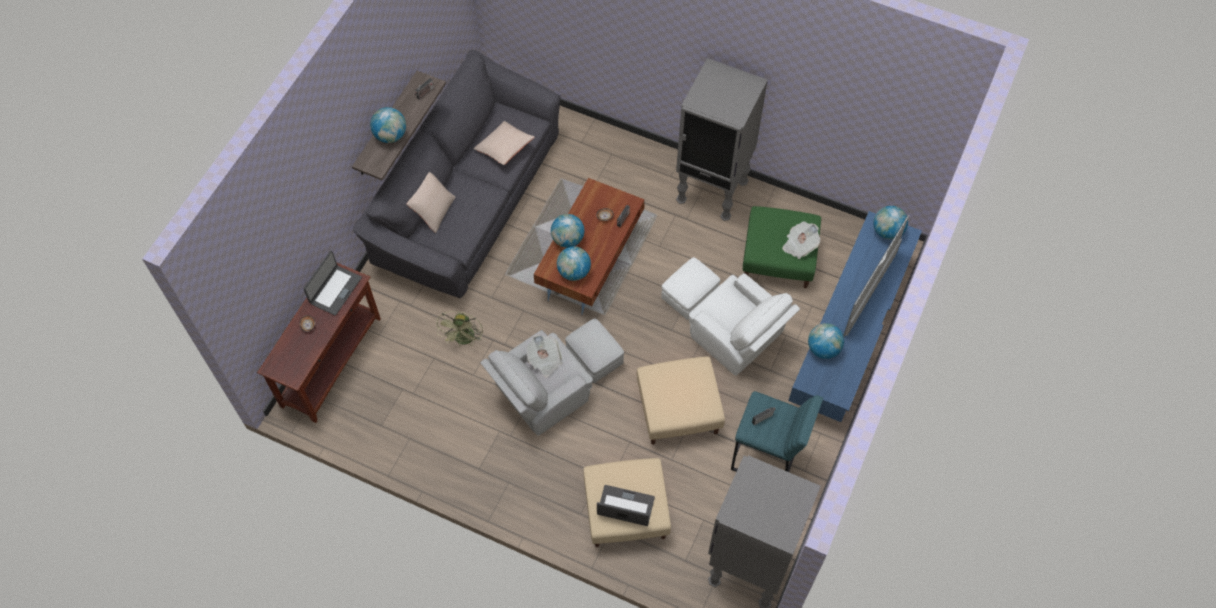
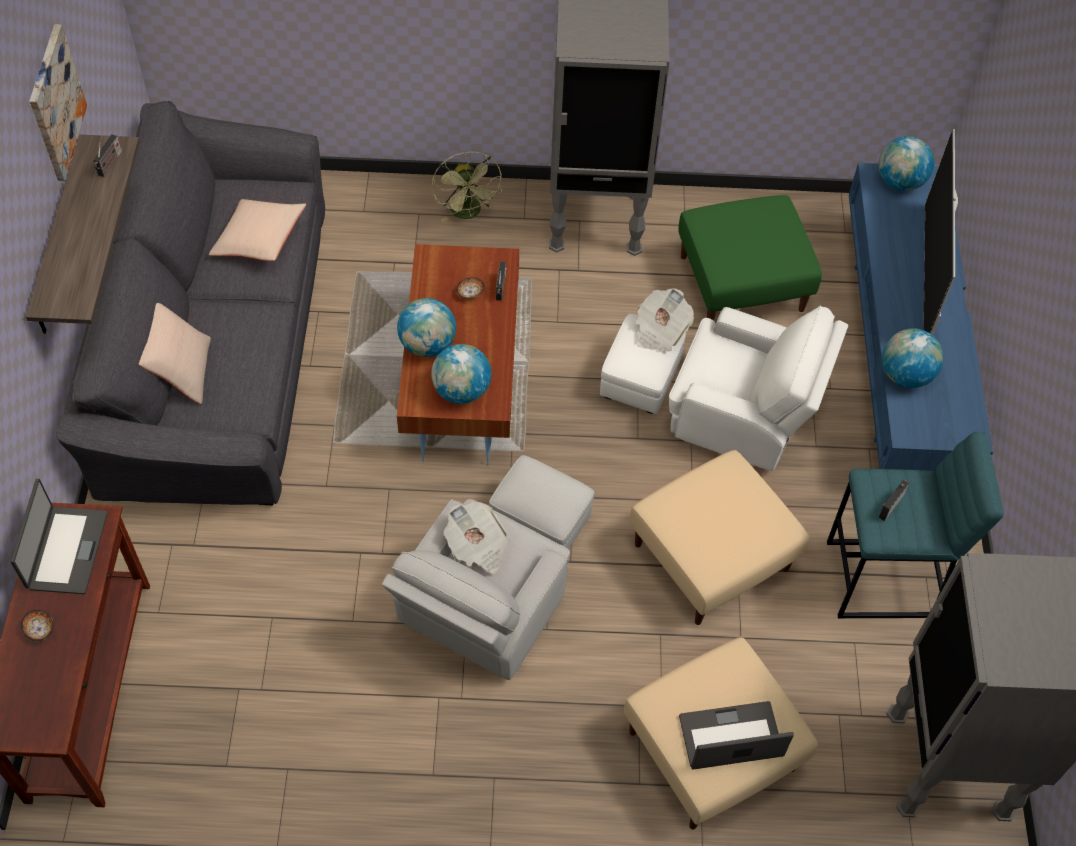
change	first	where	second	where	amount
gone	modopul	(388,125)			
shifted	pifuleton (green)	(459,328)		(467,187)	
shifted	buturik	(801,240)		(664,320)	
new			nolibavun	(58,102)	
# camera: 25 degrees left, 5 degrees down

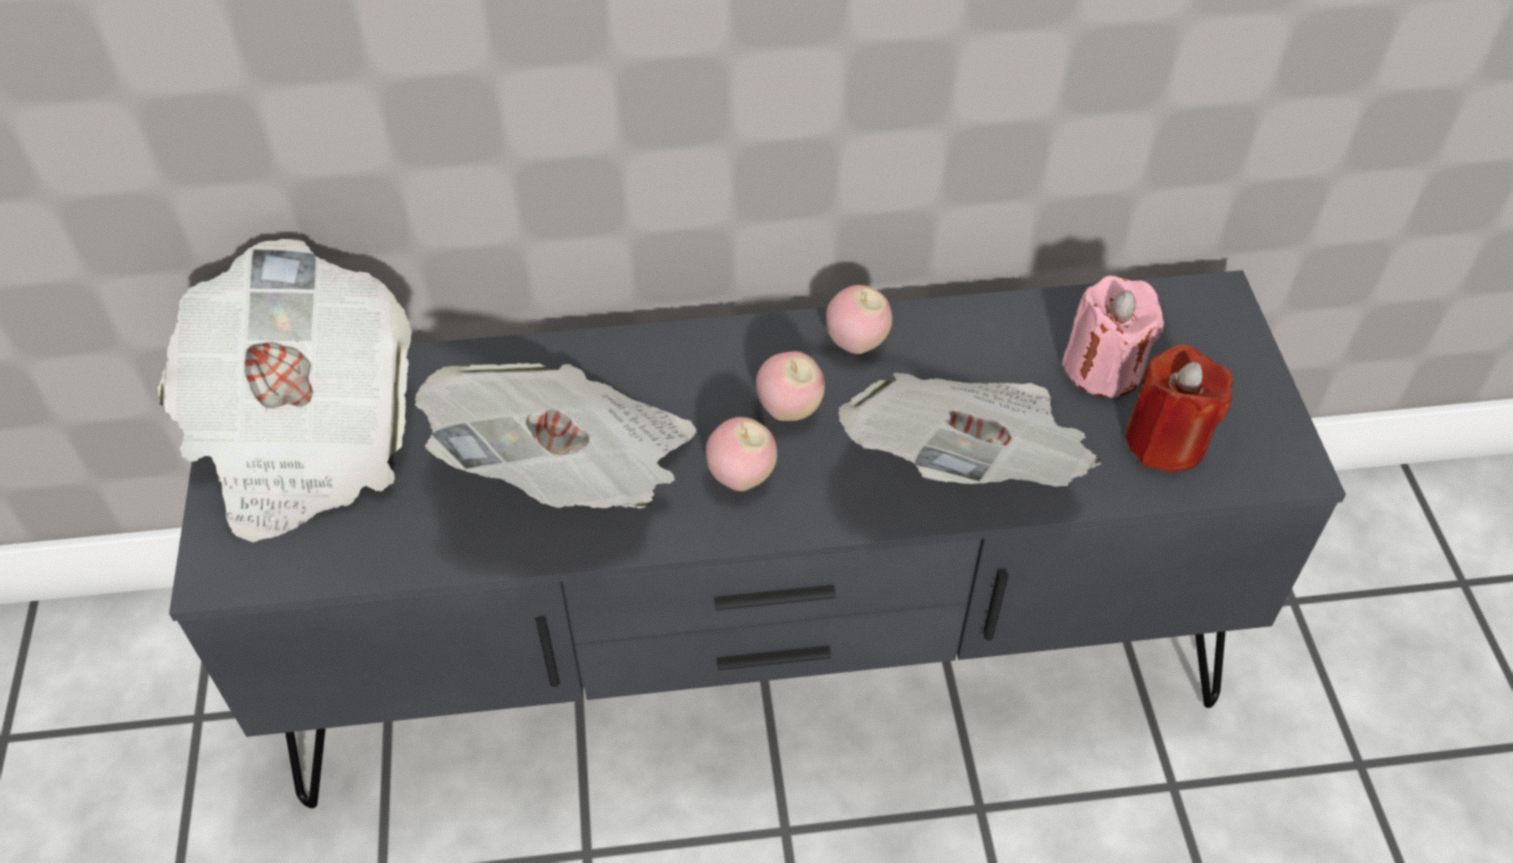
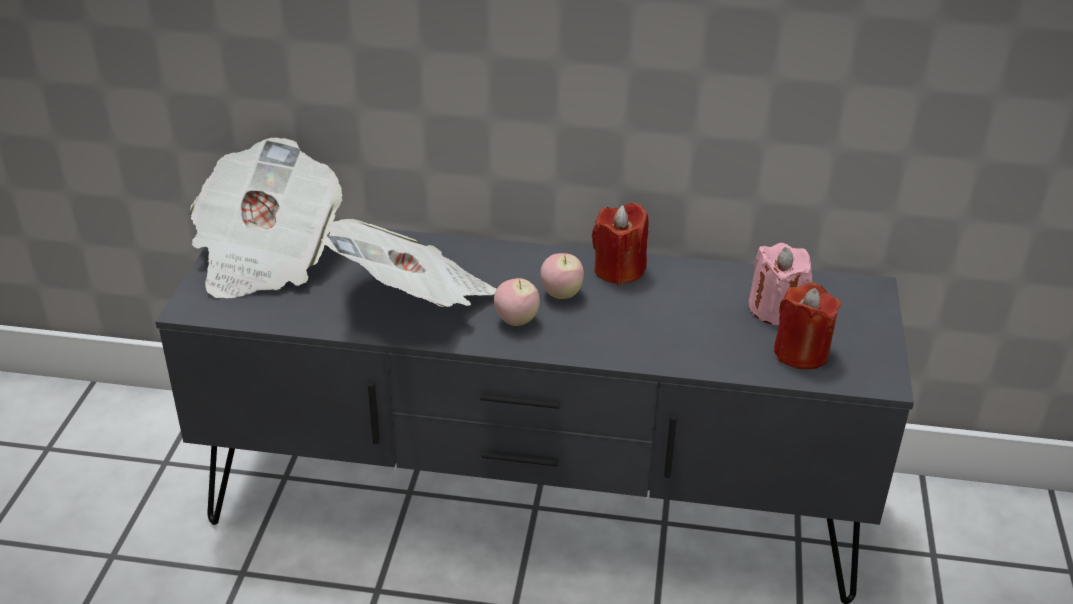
change	first	where	second	where	amount
swapped	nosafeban	(859,319)	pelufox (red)	(620,244)	
gone	buturik	(969,429)			
# camera: 15 degrees right, 15 degrees down

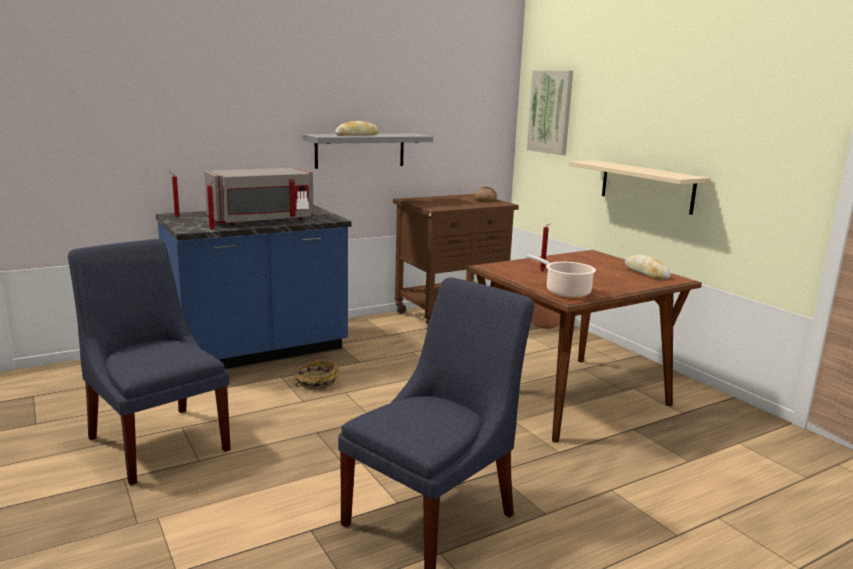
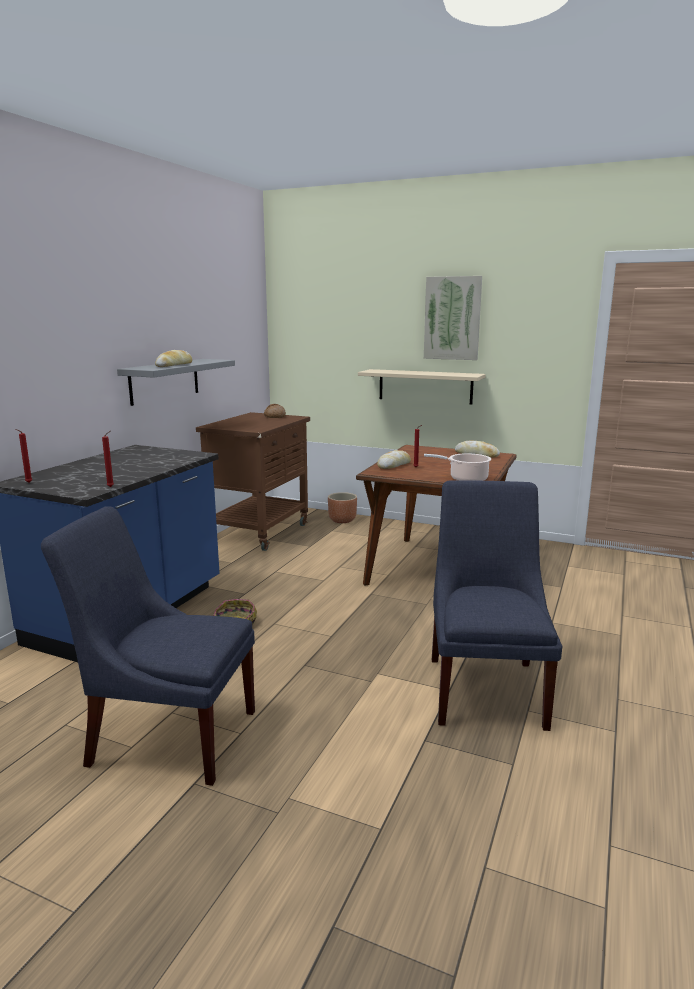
change	first	where	second	where	amount
gone	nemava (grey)	(259,196)			
shifted	nolibavun	(550,112)		(453,318)	
new			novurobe	(394,459)	
# camera: 35 degrees left, 0 degrees up

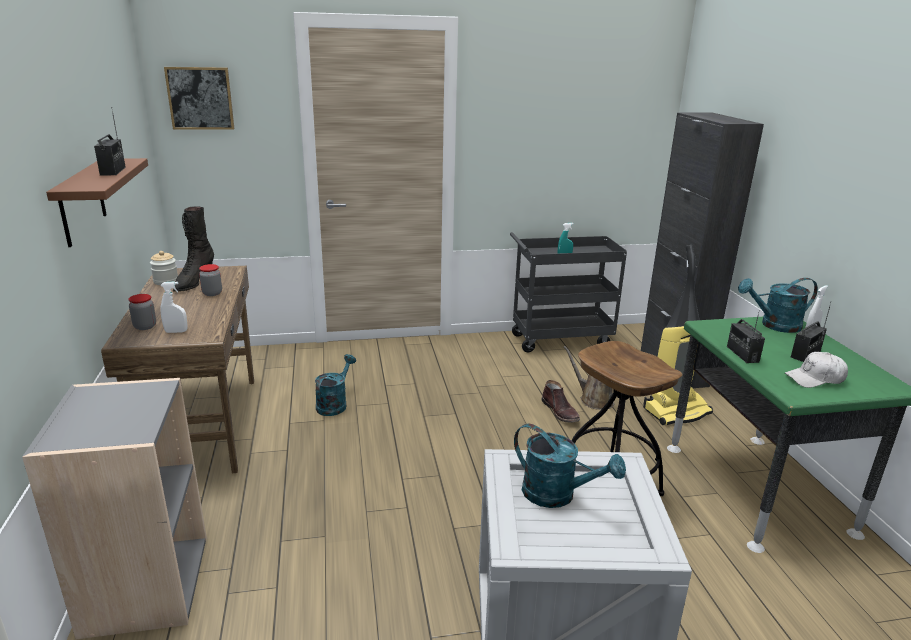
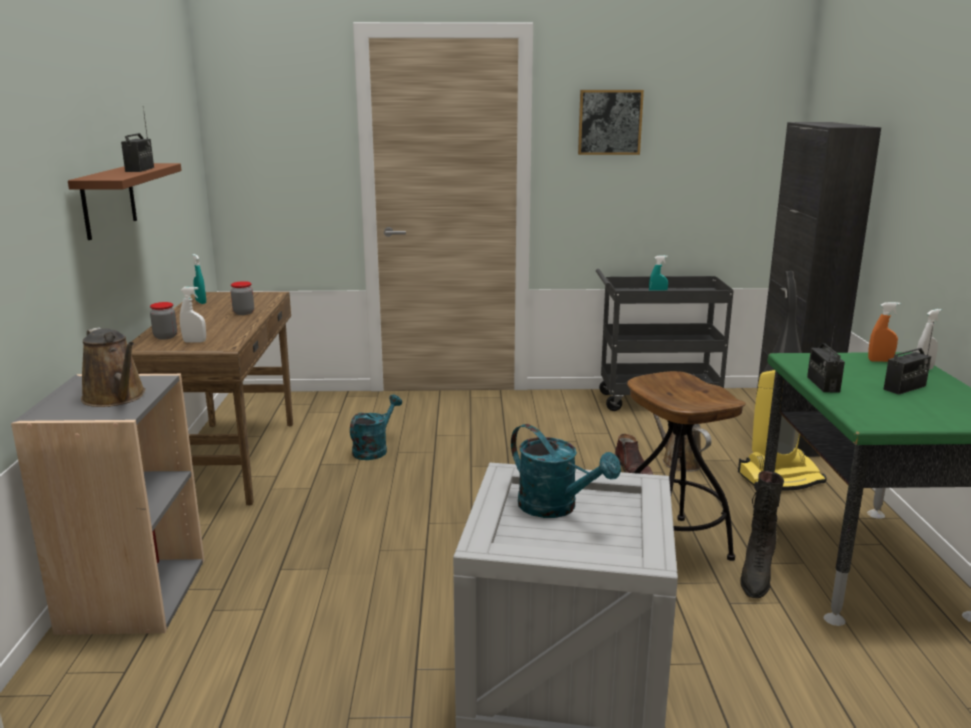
change	first	where	second	where	amount
swapped	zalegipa	(164,268)	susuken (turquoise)	(199,279)	
shifted	nolibavun	(199,98)		(611,122)	
shifted	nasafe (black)	(193,249)		(762,534)	
swapped	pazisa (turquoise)	(778,305)	susuken (orange)	(884,332)	
gone	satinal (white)	(816,370)			
new			pazisa (brown)	(113,367)	
# camera: 10 degrees right, 5 degrees down

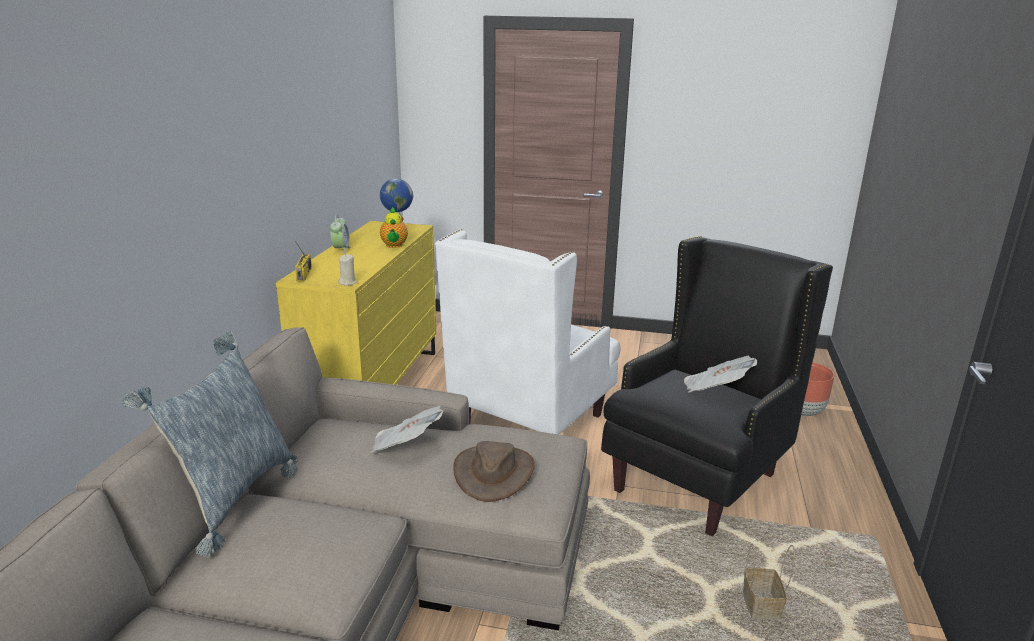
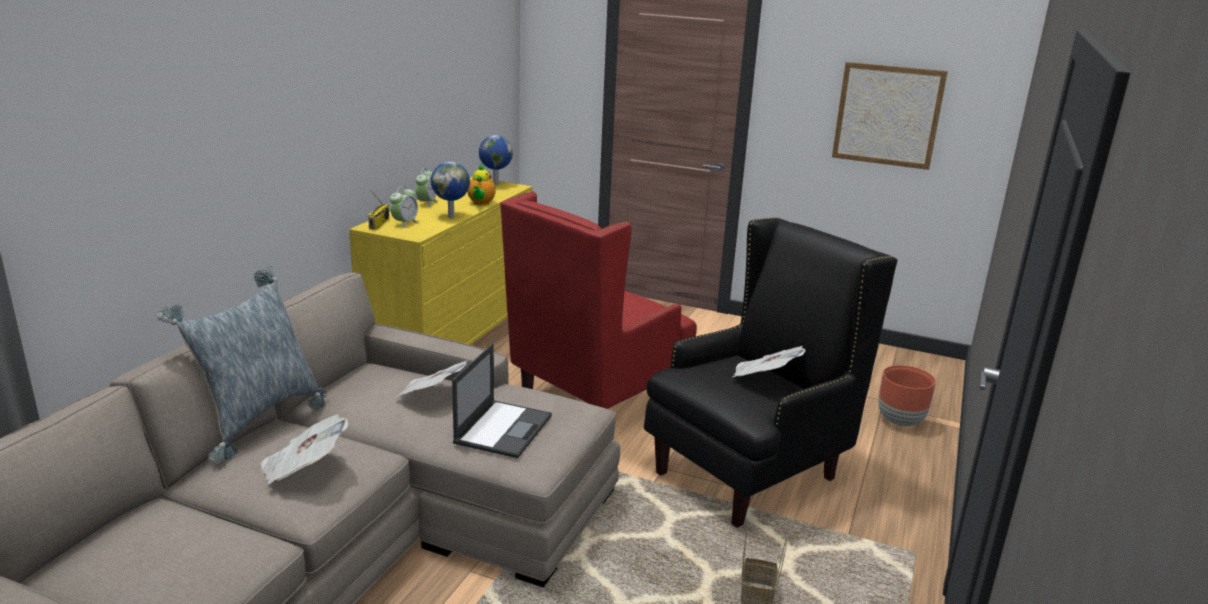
change	first	where	second	where	amount
gone	pelufox (beige)	(347,270)			
repainted	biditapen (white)	(527,332)	biditapen (red)	(598,300)	
swapped	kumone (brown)	(494,471)	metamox	(502,400)	
new			buturik	(304,449)	
new			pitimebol	(404,207)	
new			modopul	(450,190)	
new			nolibavun	(890,116)	
# camera: 10 degrees right, 0 degrees up

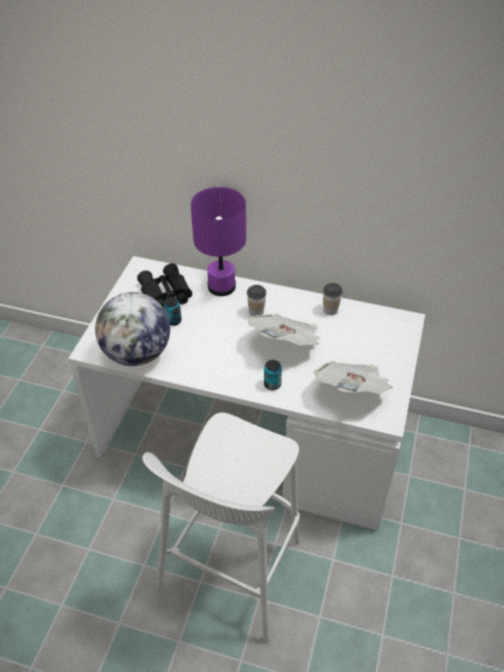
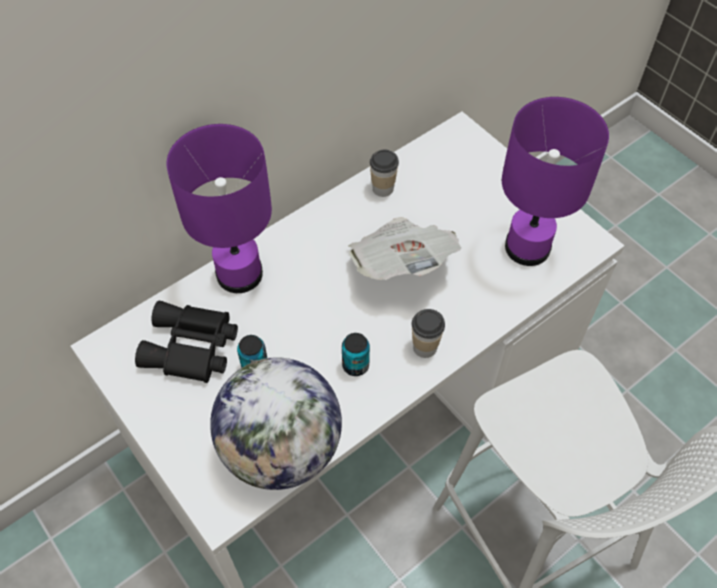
change	first	where	second	where	amount
shifted	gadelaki	(256,300)		(428,333)	
shifted	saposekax	(273,375)		(356,354)	
swapped	buturik	(353,377)	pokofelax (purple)	(555,181)	
# camera: 55 degrees left, 10 degrees up

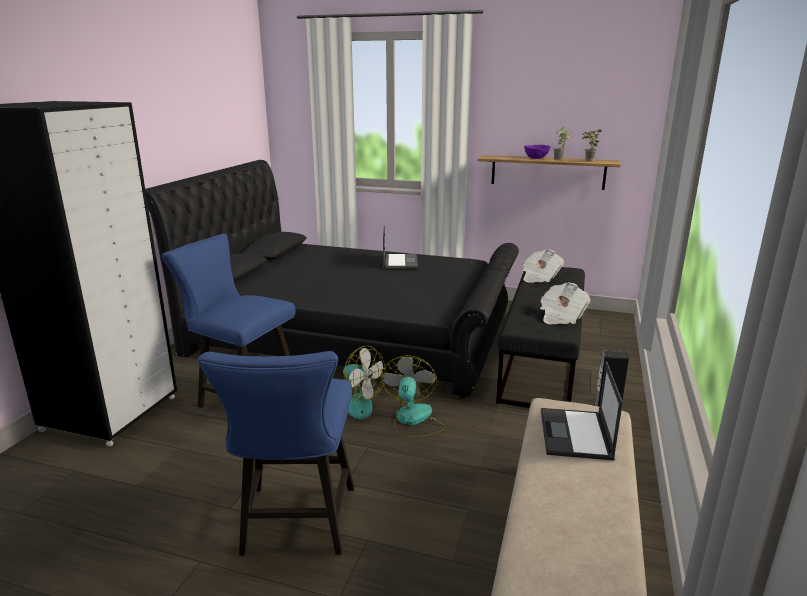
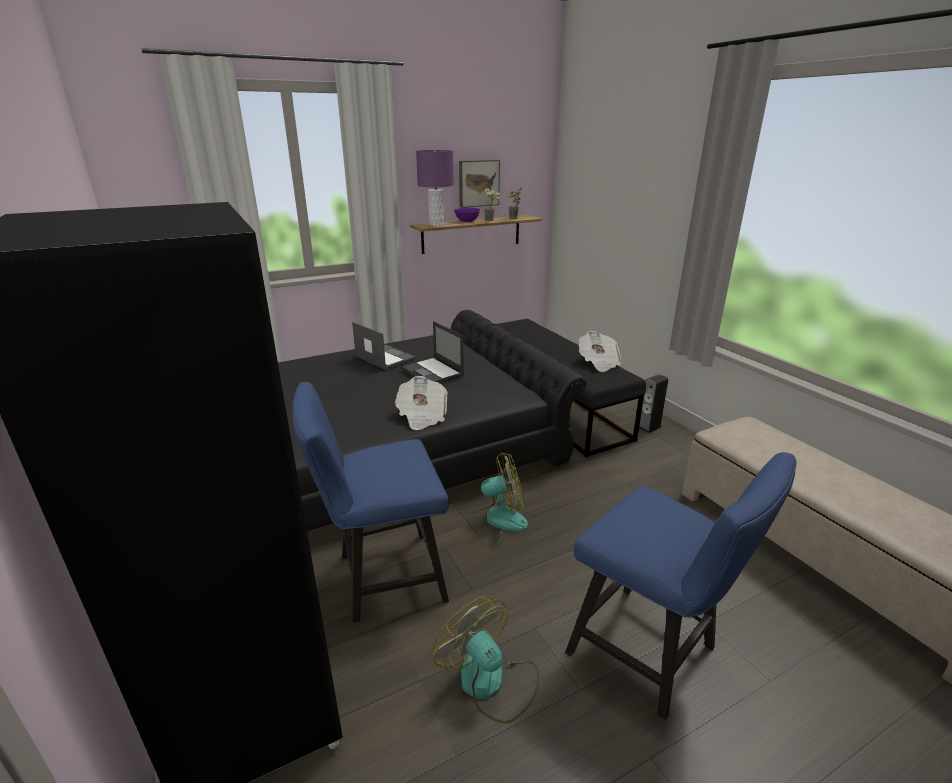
change	first	where	second	where	amount
shifted	pifuleton	(413,396)		(486,660)	
shifted	buturik	(543,266)		(421,403)	
shifted	metamox	(582,411)		(433,352)	
new			pokofelax (purple)	(435,188)	
new			nolibavun	(479,184)	
# camera: 45 degrees left, 5 degrees up

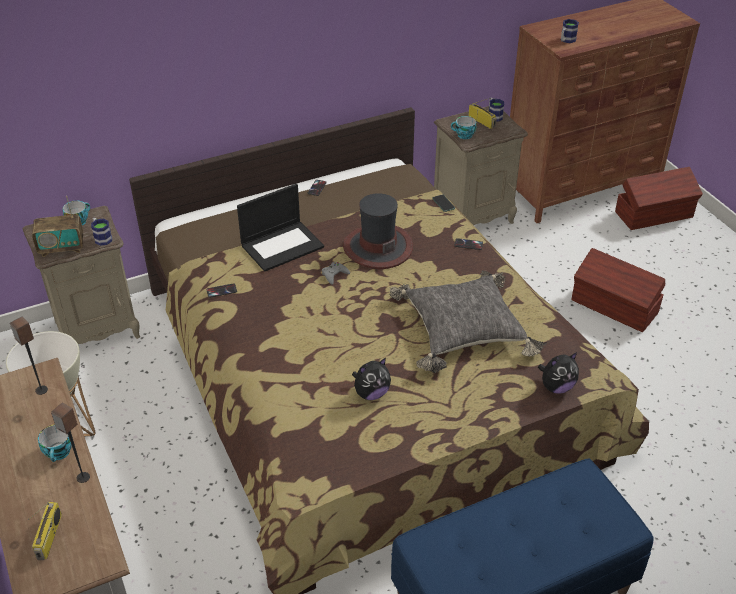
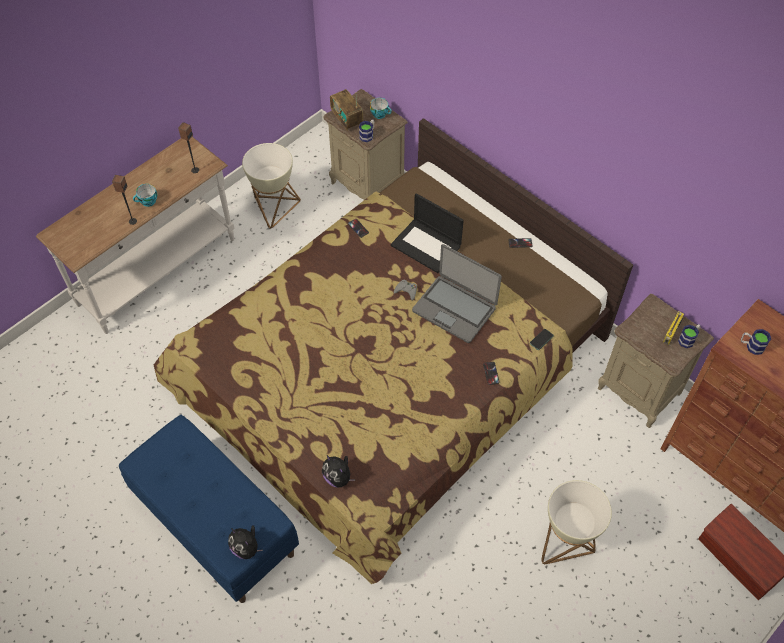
change	first	where	second	where	amount
gone	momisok	(45,531)			
swapped	kumone	(378,231)	metamox	(457,293)	
shifted	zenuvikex	(371,379)		(245,542)	
gone	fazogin	(468,321)			
gone	gadelaki	(464,127)			
swapped	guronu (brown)	(618,290)	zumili	(576,522)	
# camera: 70 degrees right, 15 degrees up

